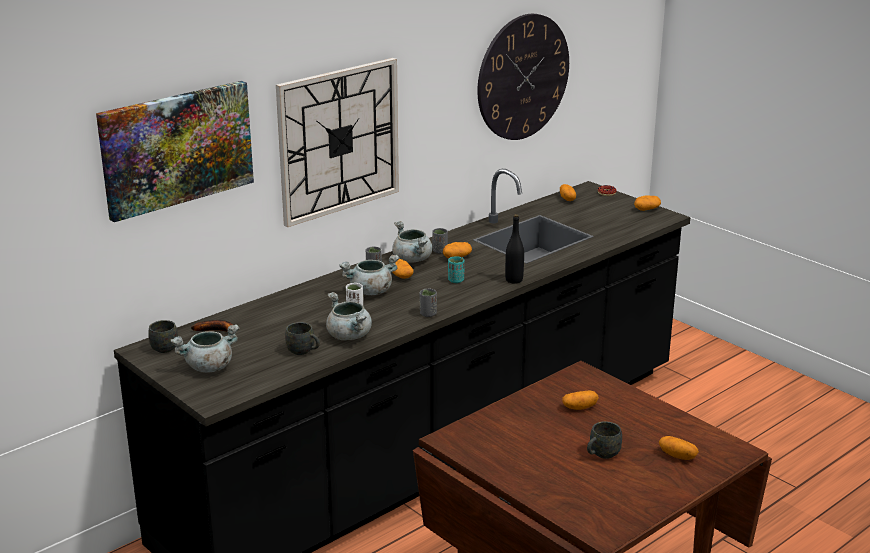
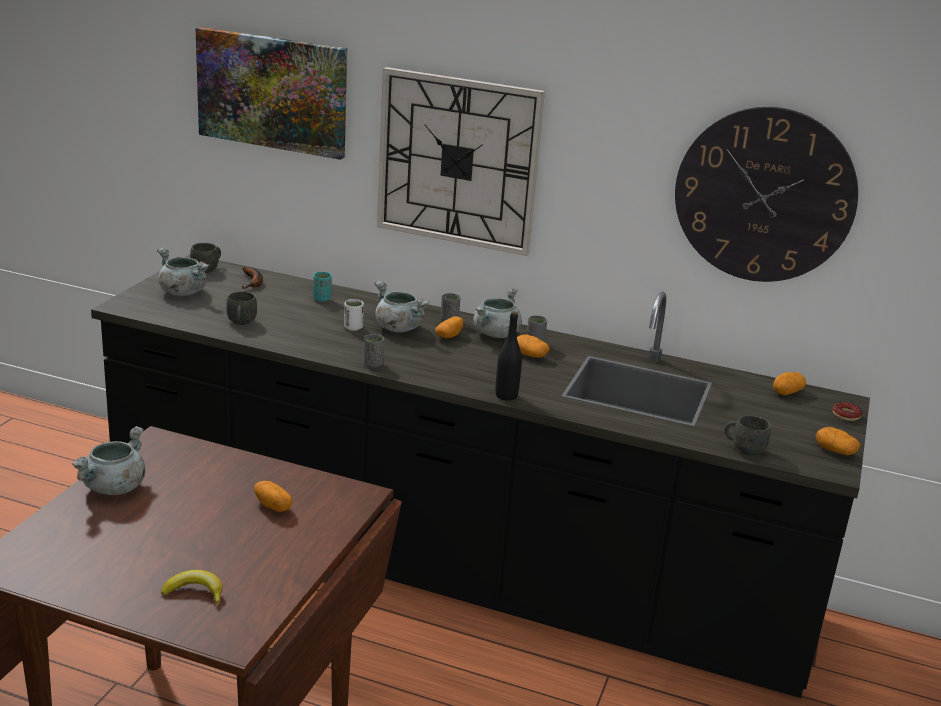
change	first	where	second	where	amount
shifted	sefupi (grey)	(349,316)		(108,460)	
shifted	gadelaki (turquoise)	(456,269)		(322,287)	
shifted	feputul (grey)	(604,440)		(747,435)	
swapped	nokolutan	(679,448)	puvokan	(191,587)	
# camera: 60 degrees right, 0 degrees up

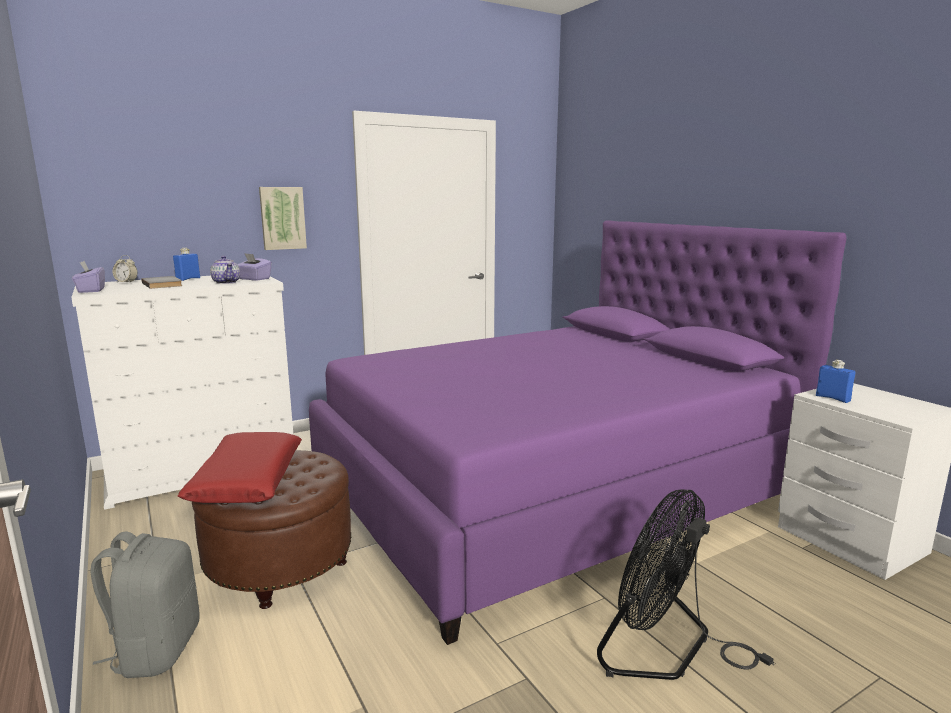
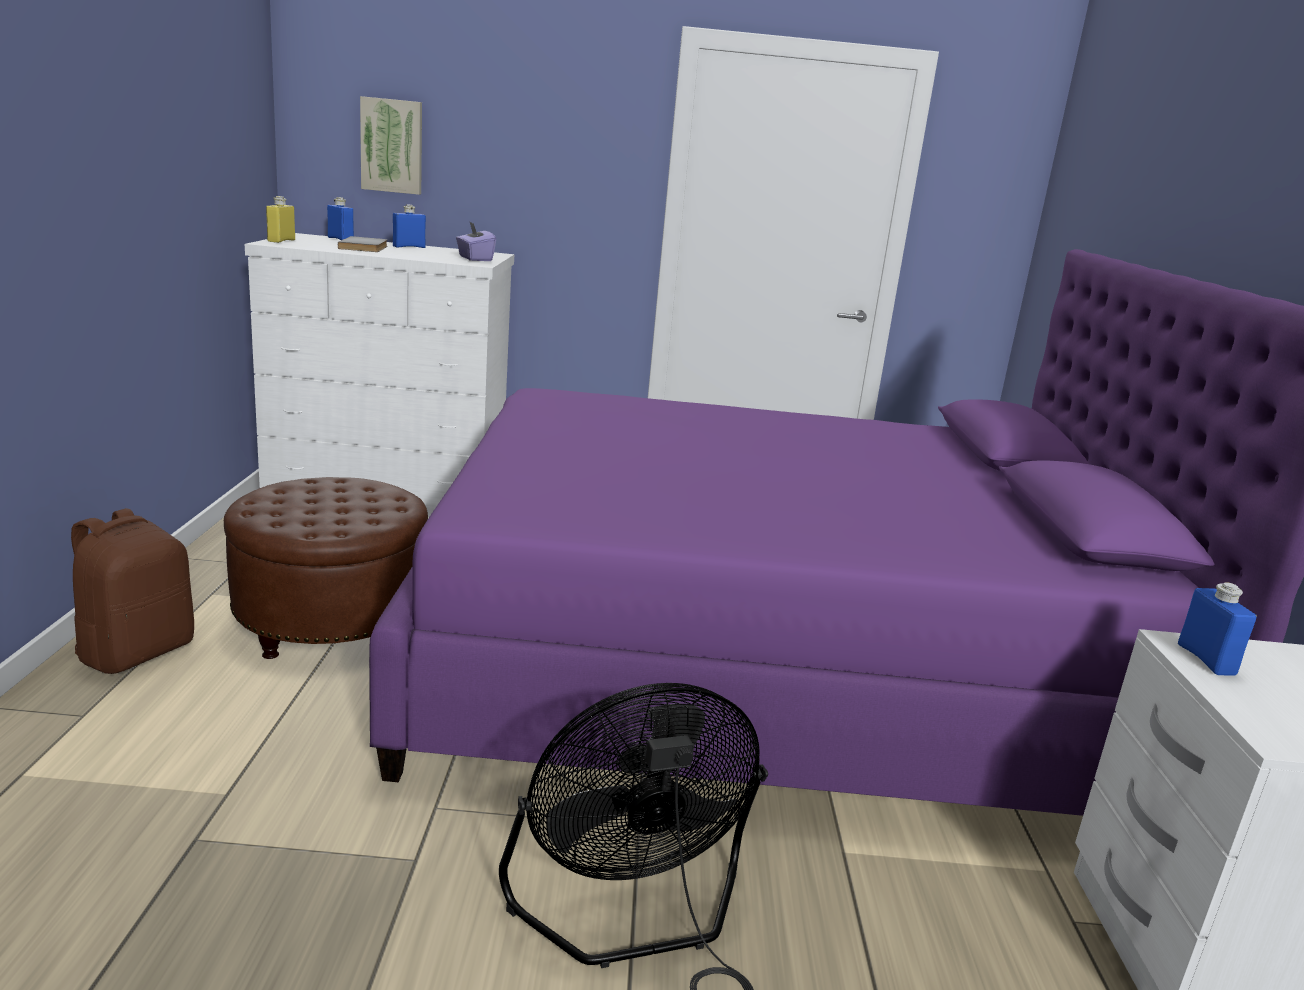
change	first	where	second	where	amount
swapped	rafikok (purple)	(88,277)	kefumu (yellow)	(280,219)	
repainted	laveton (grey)	(145,605)	laveton (brown)	(132,591)	
swapped	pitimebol	(125,269)	kefumu (blue)	(340,218)	
gone	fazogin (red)	(239,467)			
gone	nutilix	(225,270)			
shifted	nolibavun	(283,218)		(391,145)	
# camera: 30 degrees right, 5 degrees up

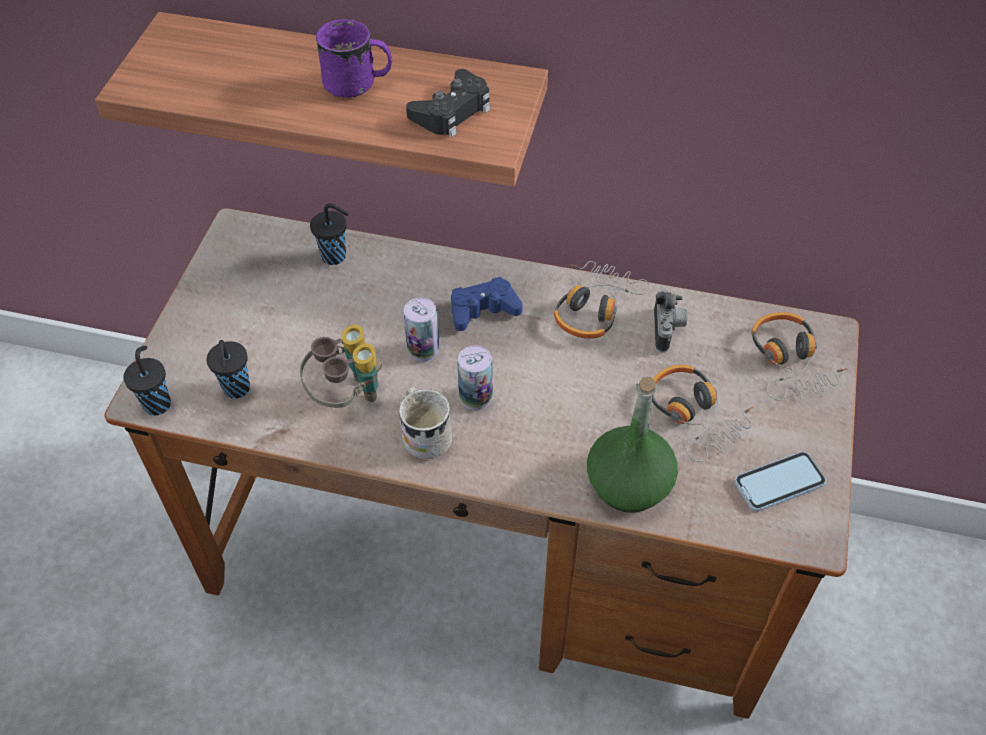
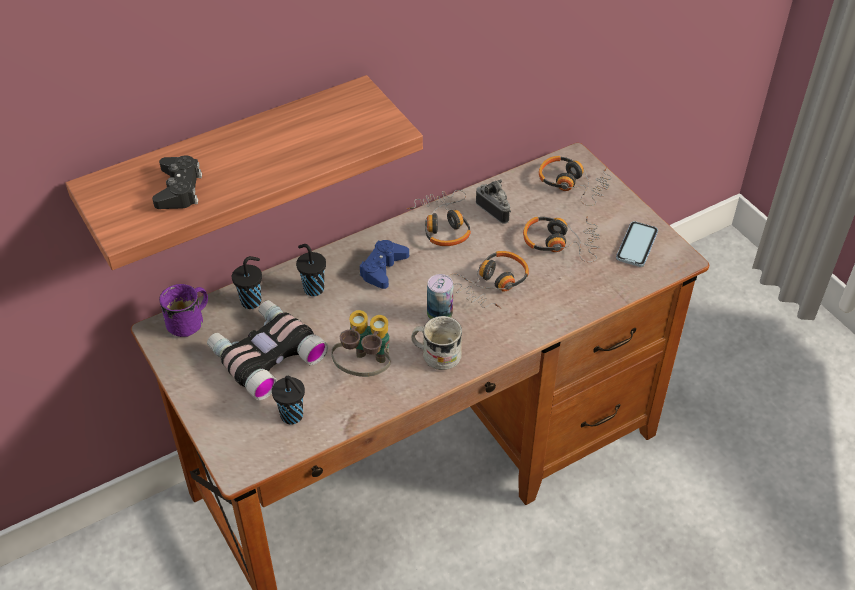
change	first	where	second	where	amount
shifted	gadelaki (black)	(147,380)		(311,270)	
shifted	feputul (purple)	(354,58)		(183,310)	
gone	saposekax	(421,330)			
shifted	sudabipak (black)	(448,103)		(177,182)	
gone	kefumu (green)	(632,445)			
new			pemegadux	(267,350)	
new			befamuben	(488,279)	
# camera: 45 degrees left, 5 degrees down

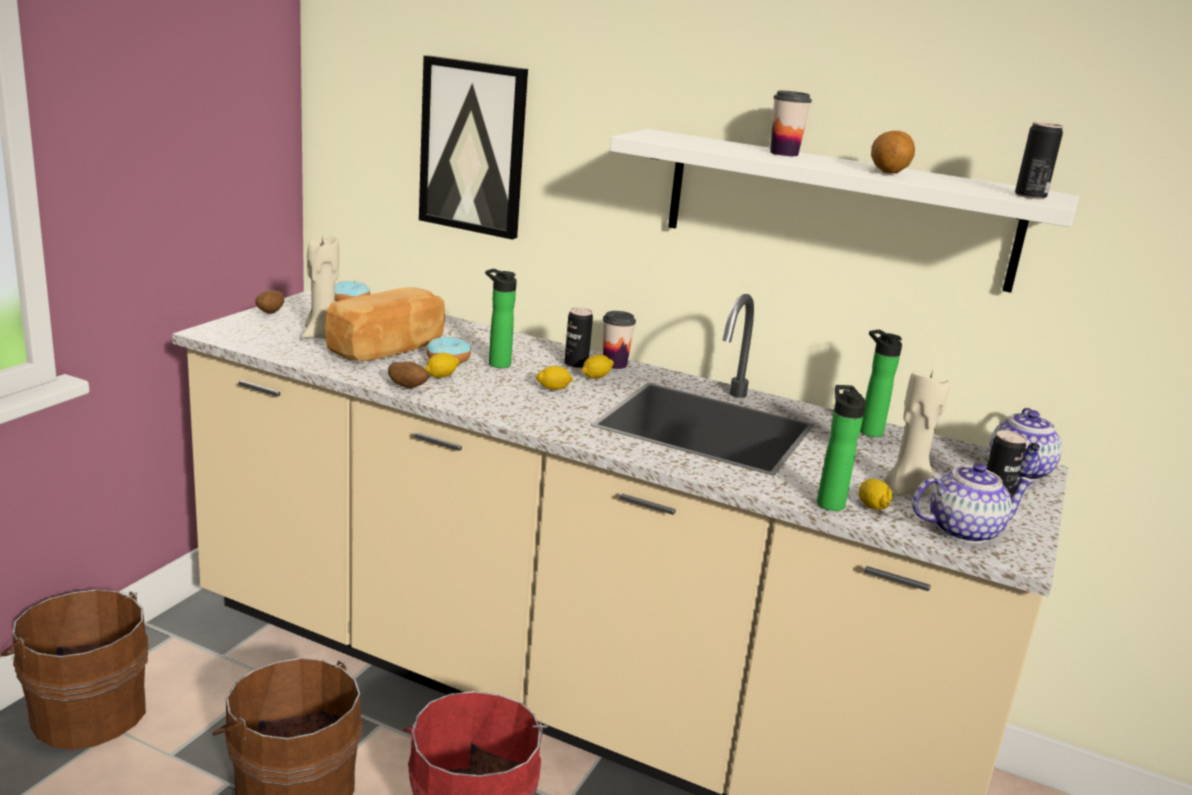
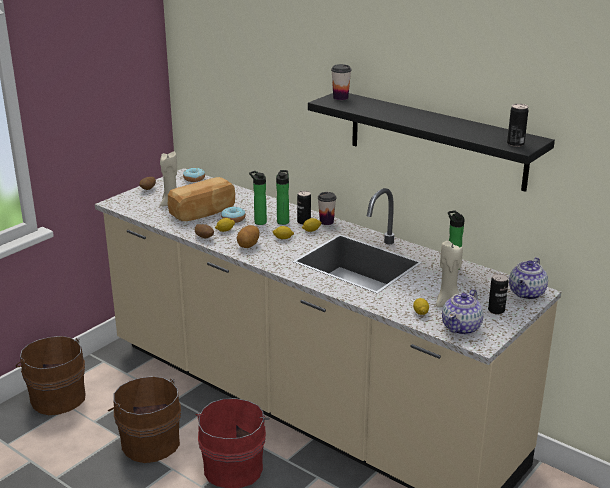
change	first	where	second	where	amount
gone	nolibavun	(473,147)			
repainted	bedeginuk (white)	(844,211)	bedeginuk (black)	(431,142)	
shifted	gadelaki	(791,123)		(341,82)	
shifted	kefumu	(841,448)		(282,197)	
shifted	nokolutan	(893,152)		(248,236)	
rotated	nutilix	(973,503)		(462,312)	120 degrees clockwise
# camera: 15 degrees right, 5 degrees up

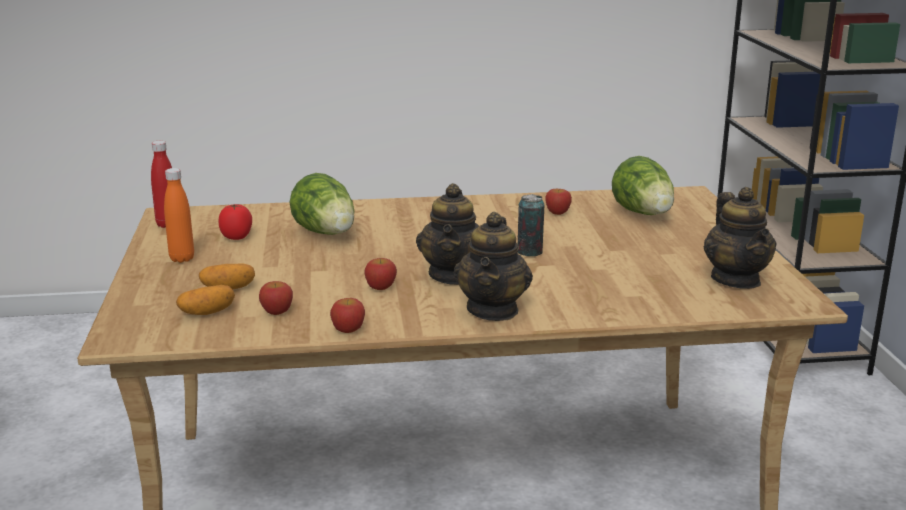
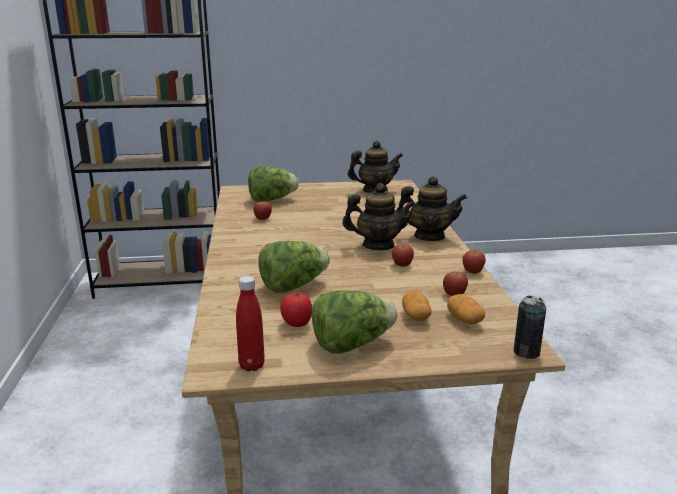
change	first	where	second	where	amount
swapped	kefumu (orange)	(179,215)	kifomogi	(355,321)	
shifted	saposekax	(530,225)		(530,327)	
# camera: 90 degrees left, 0 degrees up

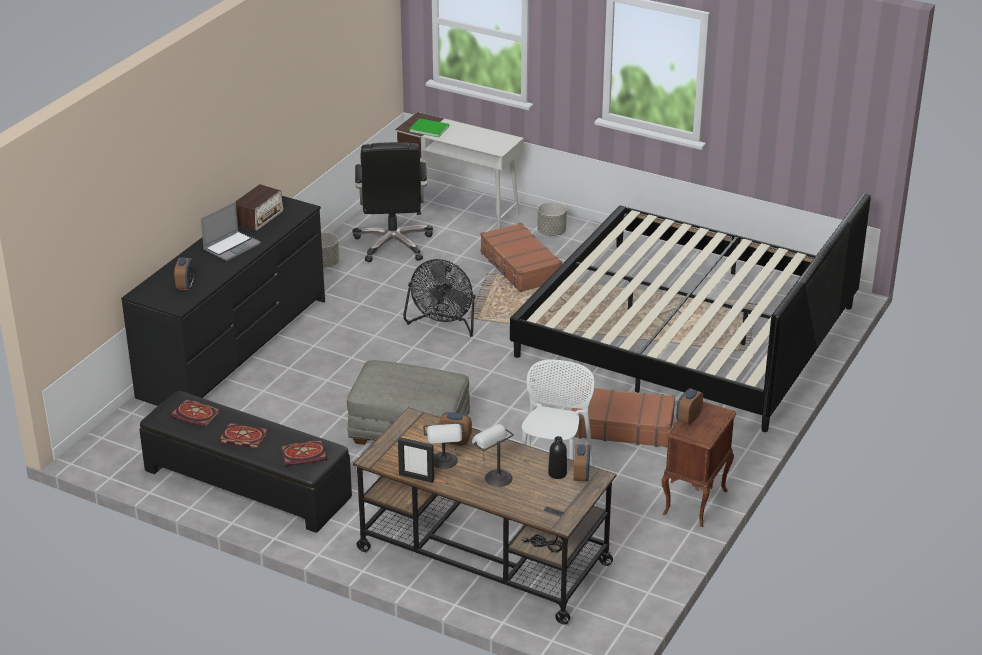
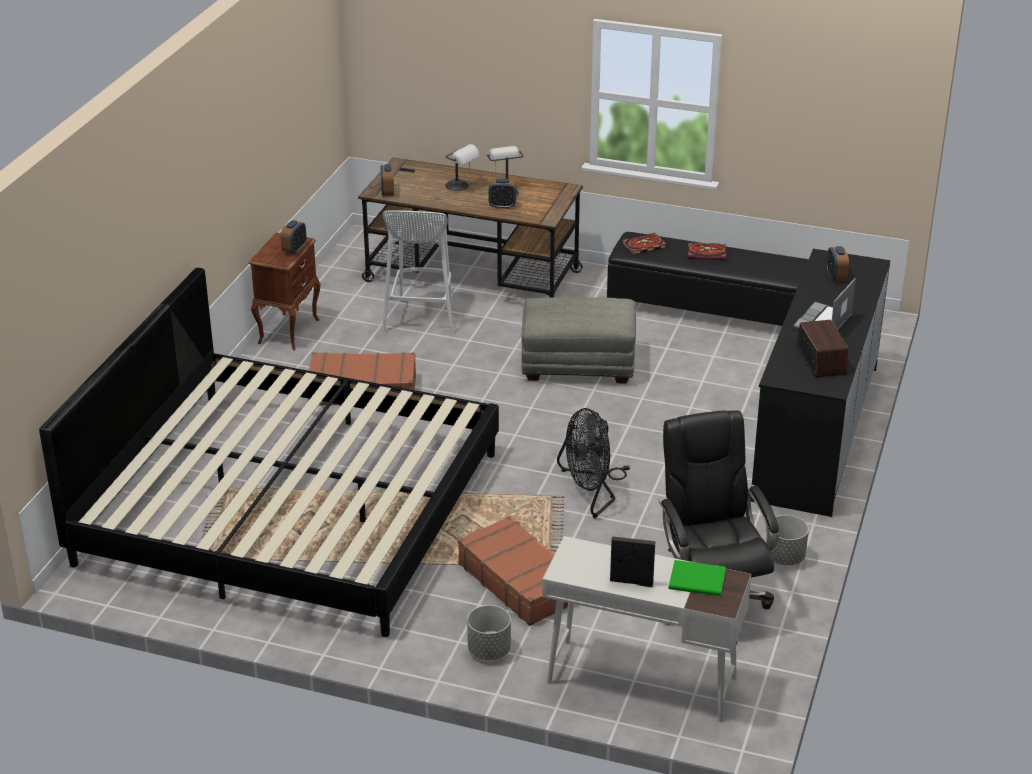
change	first	where	second	where	amount
gone	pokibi	(195,413)			
rotated	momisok	(259,207)		(822,349)	150 degrees clockwise
shifted	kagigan	(416,460)		(632,562)	
rotated	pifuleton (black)	(439,298)		(593,463)	120 degrees counterclockwise
gone	kefumu (black)	(557,457)			
# camera: 170 degrees right, 0 degrees up

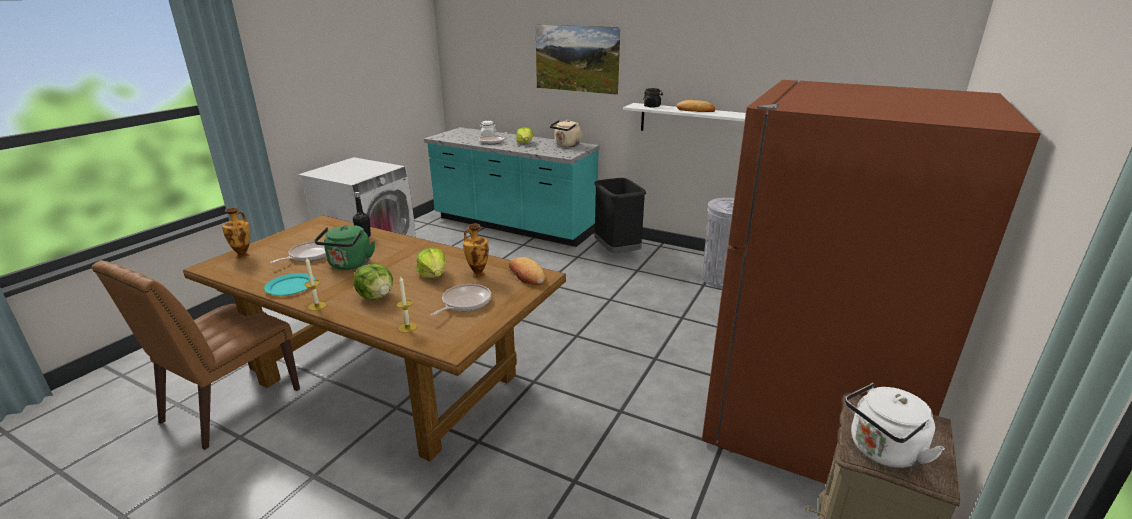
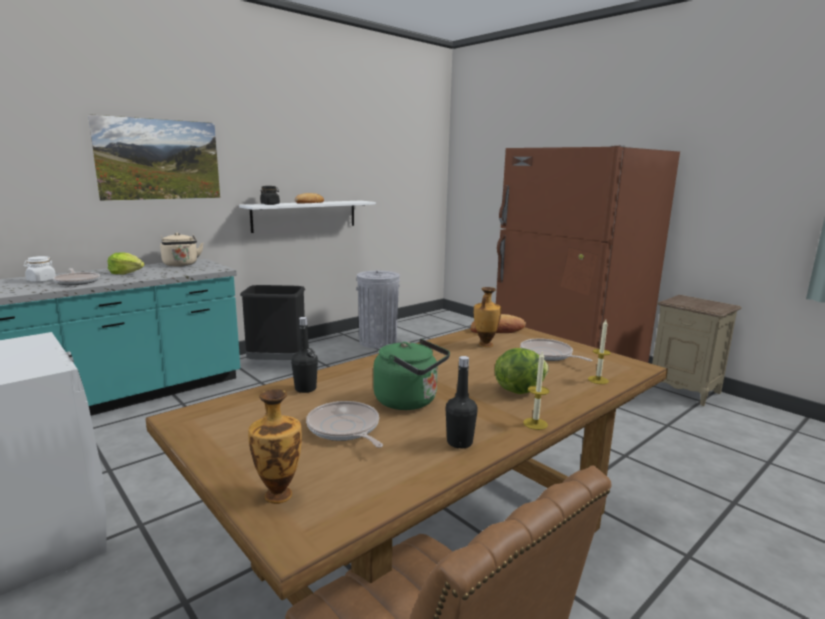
change	first	where	second	where	amount
swapped	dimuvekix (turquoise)	(290,284)	kefumu (black)	(462,402)	
gone	kifomogi	(431,263)			
gone	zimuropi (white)	(895,425)			
# camera: 70 degrees left, 10 degrees down

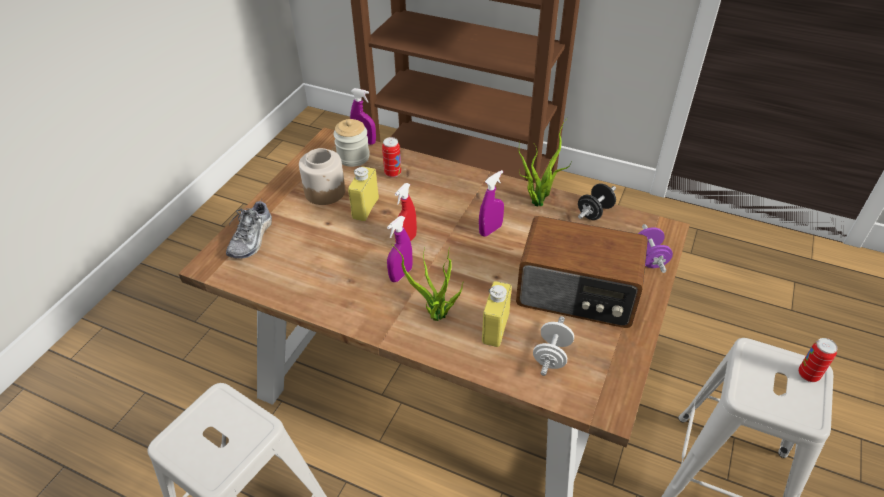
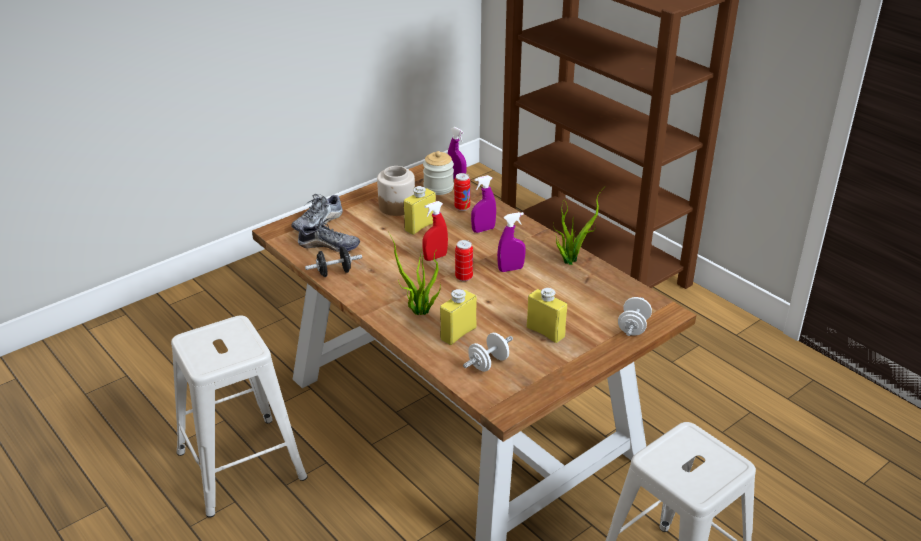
change	first	where	second	where	amount
shifted	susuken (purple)	(400,249)		(483,204)	
swapped	momisok	(582,272)	kefumu (yellow)	(547,315)	
shifted	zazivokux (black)	(597,201)		(333,262)	
repainted	zazivokux (purple)	(655,248)	zazivokux (white)	(635,316)	
shifted	saposekax	(818,360)		(464,261)	
new			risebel	(329,235)	
# camera: 25 degrees right, 10 degrees down

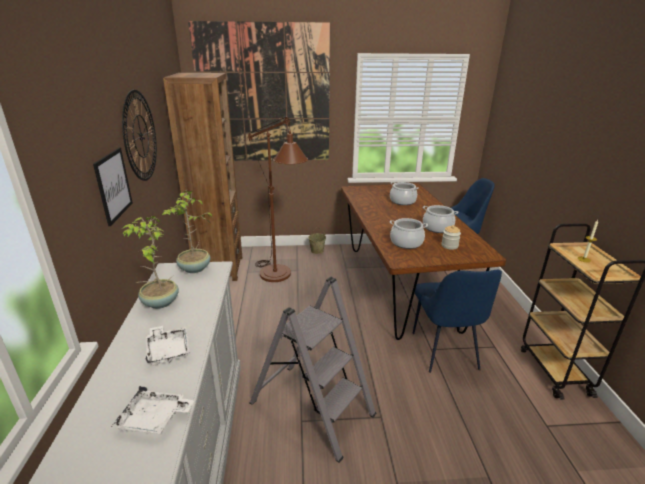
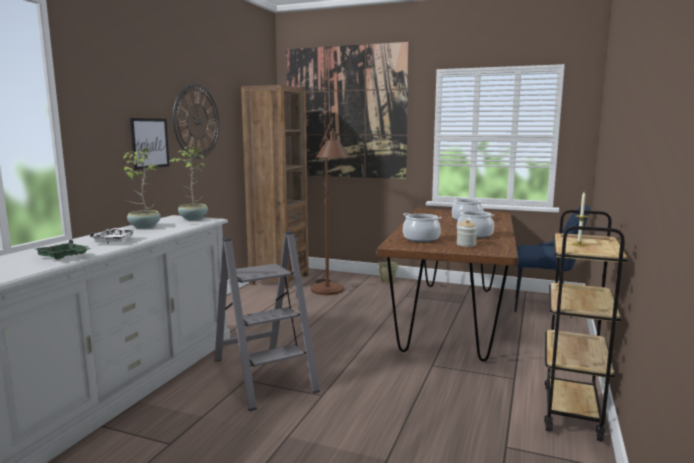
change	first	where	second	where	amount
repainted	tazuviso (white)	(152,410)	tazuviso (green)	(63,249)	
gone	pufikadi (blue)	(457,321)			
# camera: 25 degrees right, 15 degrees down

